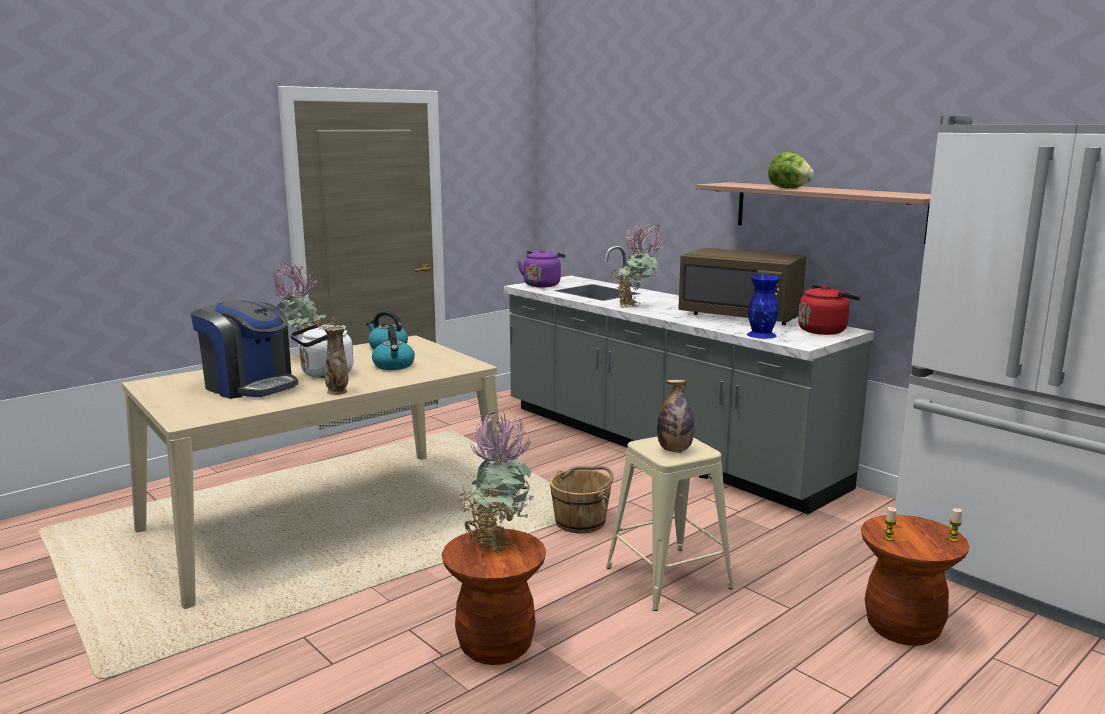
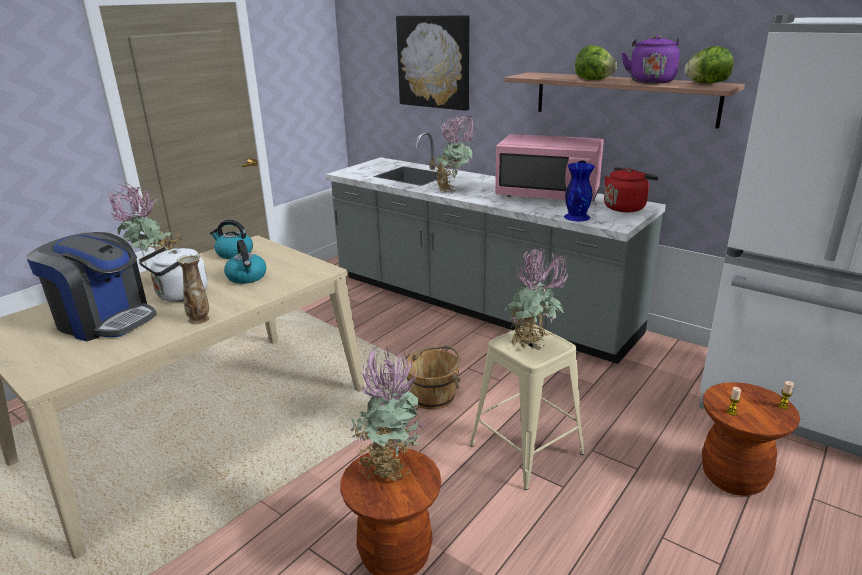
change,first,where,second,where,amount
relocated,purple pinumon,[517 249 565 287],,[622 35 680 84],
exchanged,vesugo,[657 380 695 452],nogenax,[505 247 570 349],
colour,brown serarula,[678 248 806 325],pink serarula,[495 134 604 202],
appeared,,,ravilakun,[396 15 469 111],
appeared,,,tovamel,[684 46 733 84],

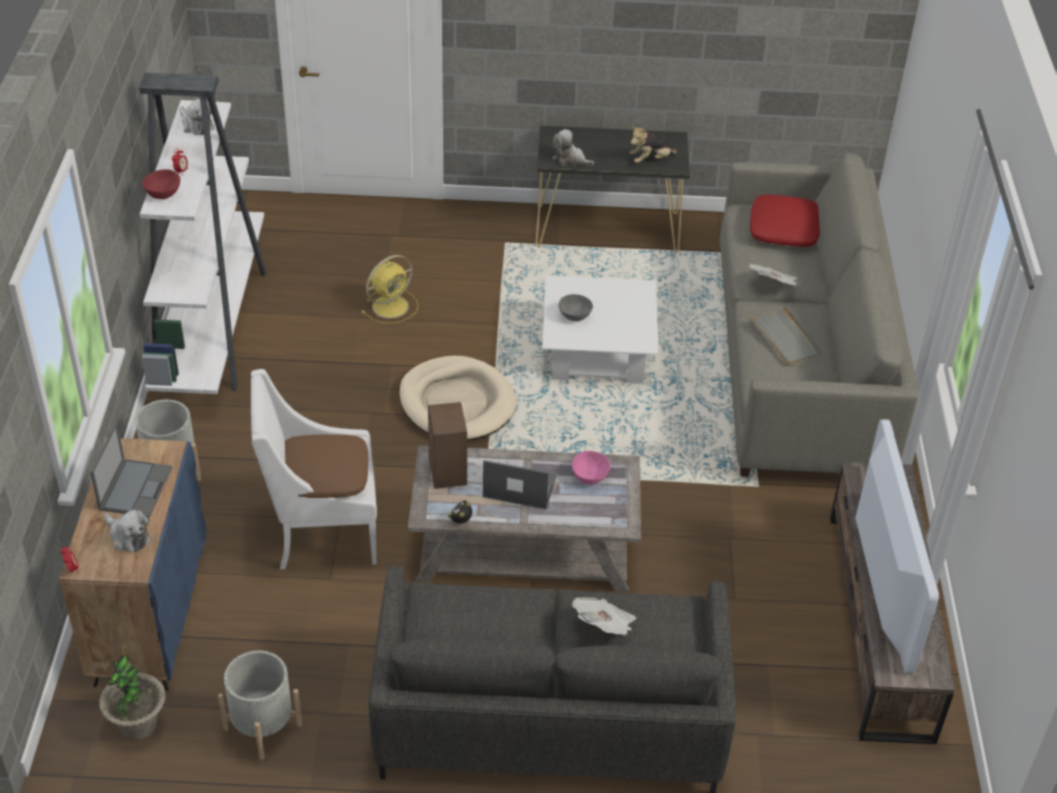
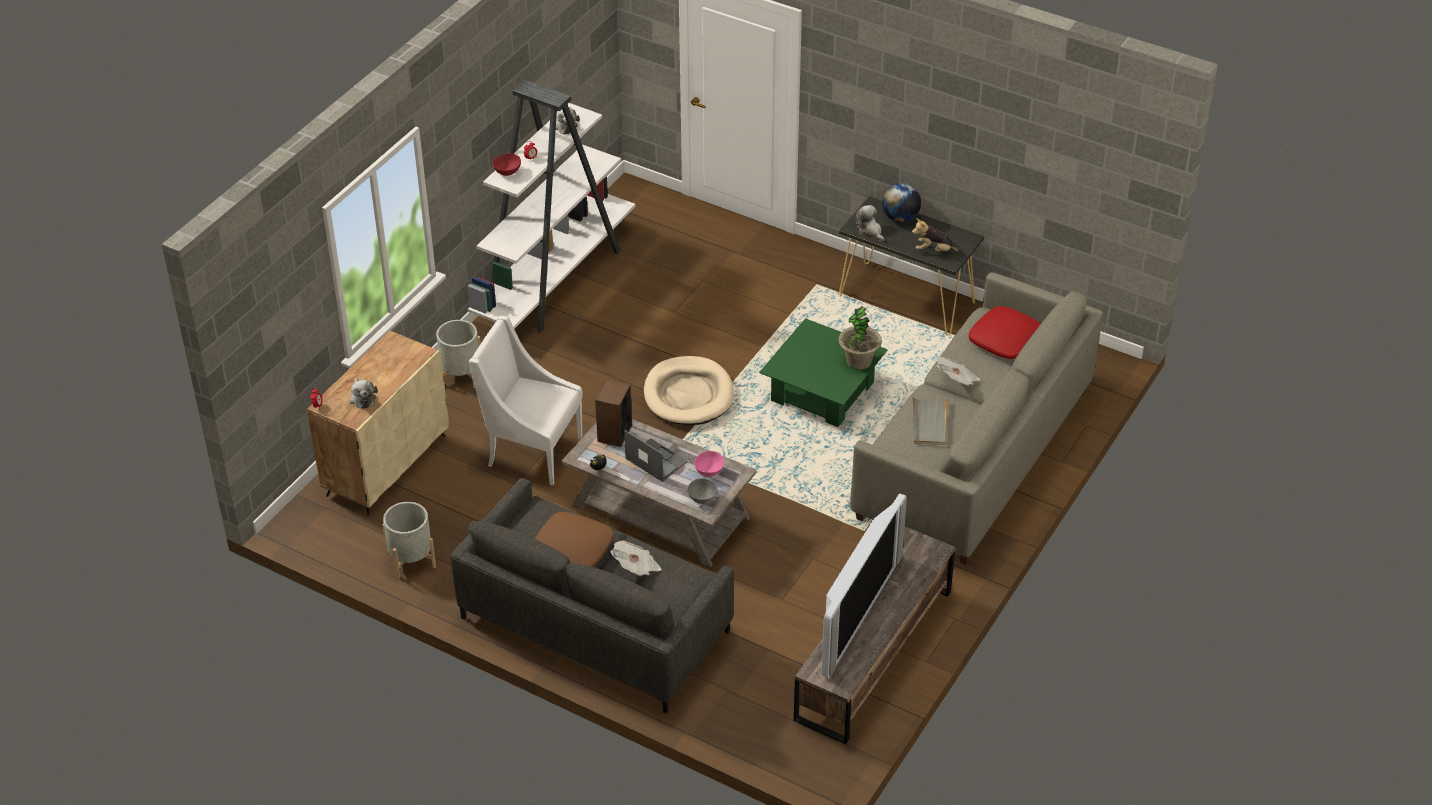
change,first,where,second,where,amount
colour,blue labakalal,[59 437 206 691],beige labakalal,[307 331 449 515],
missing,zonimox,[90 422 172 517],,,
relocated,nogenax,[99 655 166 740],,[838 306 882 370],
relocated,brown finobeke,[285 434 368 498],,[535 512 614 567],
missing,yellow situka,[361 255 419 324],,,
colour,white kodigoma,[542 275 658 384],green kodigoma,[759 318 888 427],
relocated,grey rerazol,[559 294 593 321],,[687 478 718 504],
appeared,,,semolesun,[882 183 921 222],

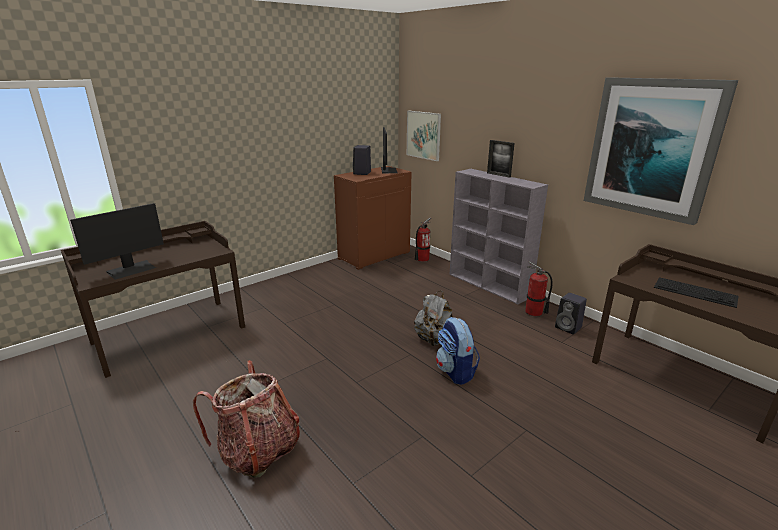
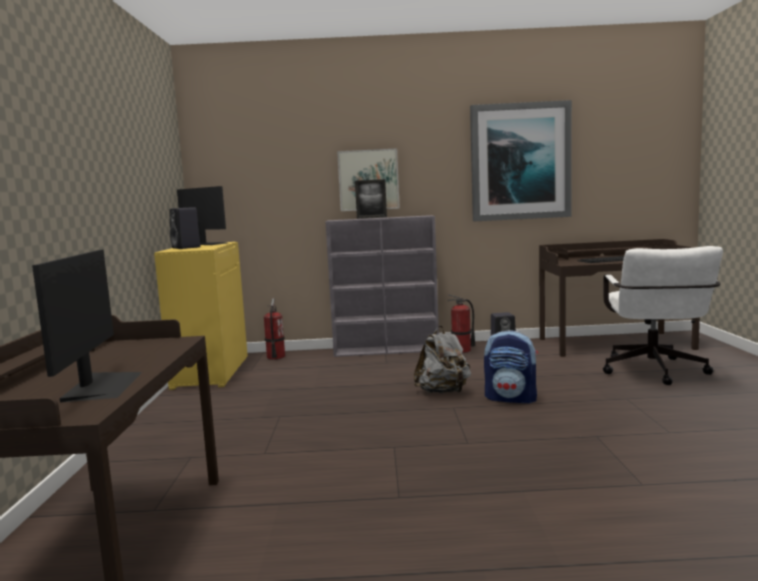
change,first,where,second,where,amount
missing,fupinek,[193 360 300 478],,,
colour,brown labakalal,[334 166 411 270],yellow labakalal,[154 242 248 390],
relocated,ravilakun,[407 111 441 161],,[337 148 400 211],
appeared,,,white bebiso,[603 246 723 385],

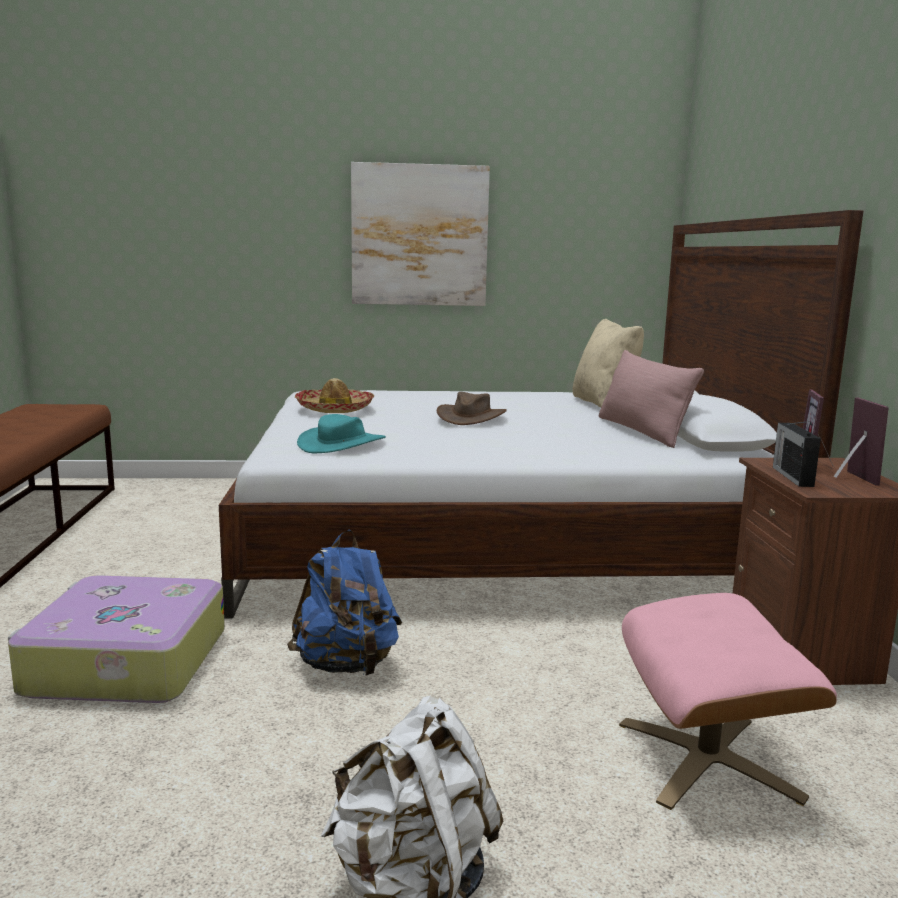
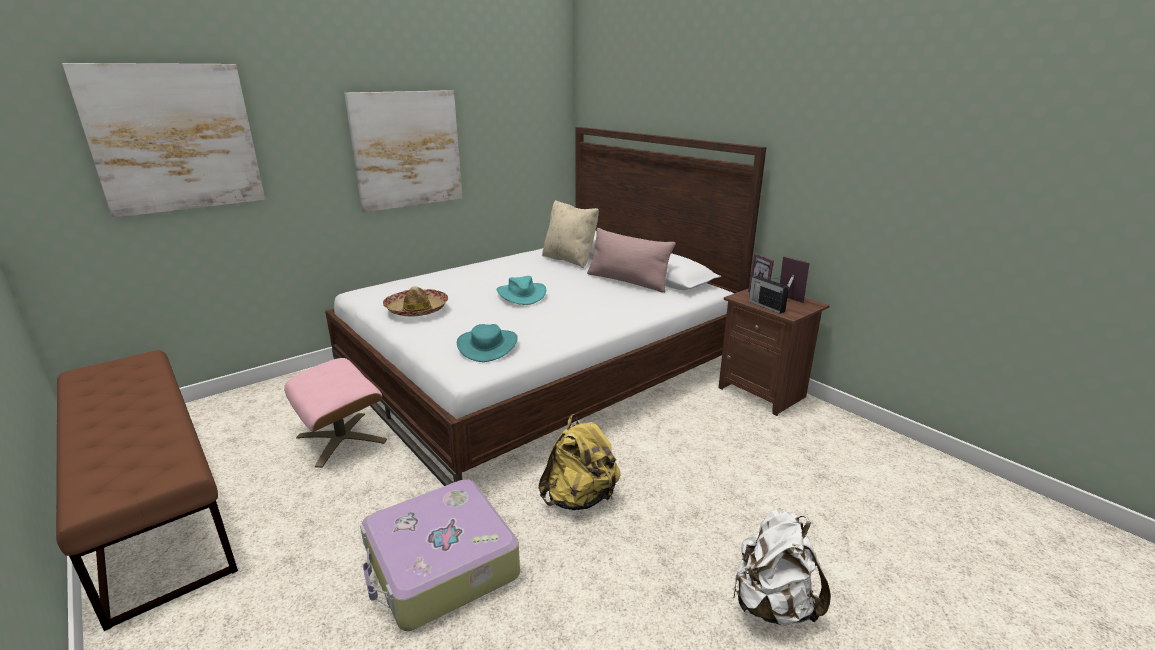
change,first,where,second,where,amount
colour,blue fupinek,[287 530 402 675],yellow fupinek,[538 414 621 510],
colour,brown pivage,[437 392 507 425],turquoise pivage,[497 276 546 305],
relocated,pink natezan,[619 593 837 810],,[284 358 387 468],
appeared,,,ravilakun,[62 63 265 218],

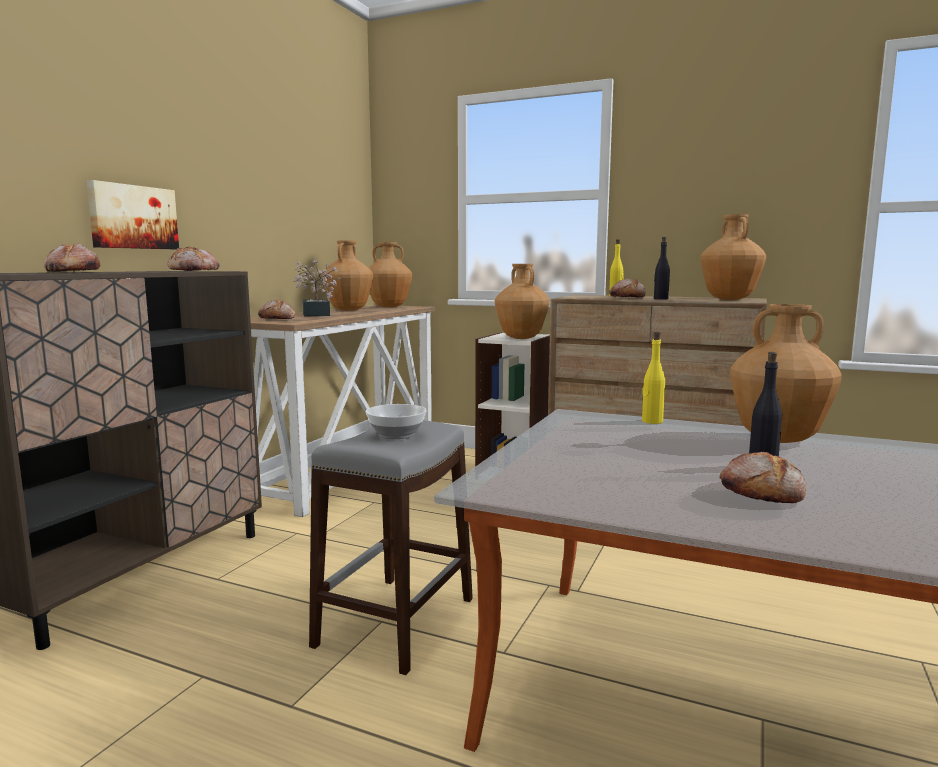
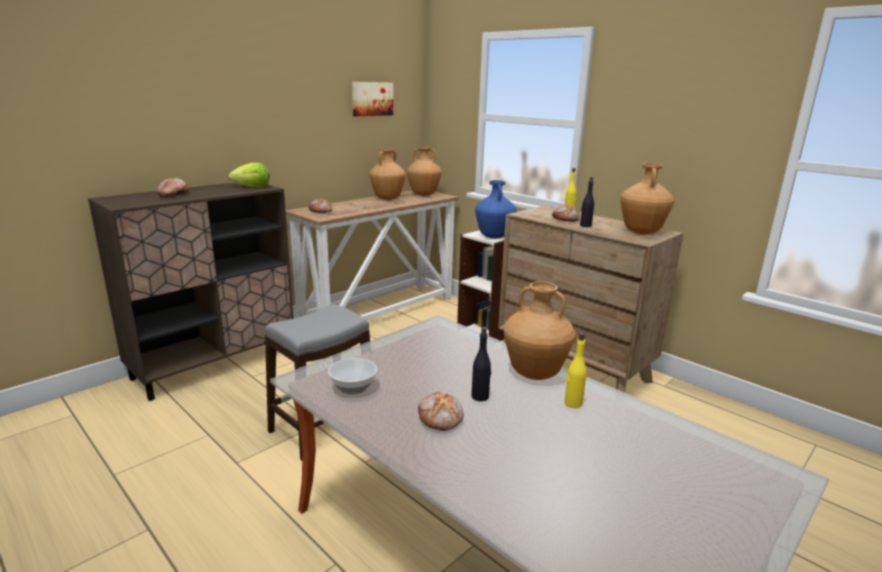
change,first,where,second,where,amount
relocated,ravilakun,[86 180 179 249],,[352 82 393 116],
exchanged,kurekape,[167 246 220 271],tovamel,[229 162 270 187],
missing,nogenax,[294 260 341 317],,,
relocated,rerazol,[366 404 427 439],,[328 358 377 394],
colour,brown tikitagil,[495 264 550 339],blue tikitagil,[475 180 517 239],
relocated,yellow vesugo,[642 332 665 424],,[564 333 587 408],

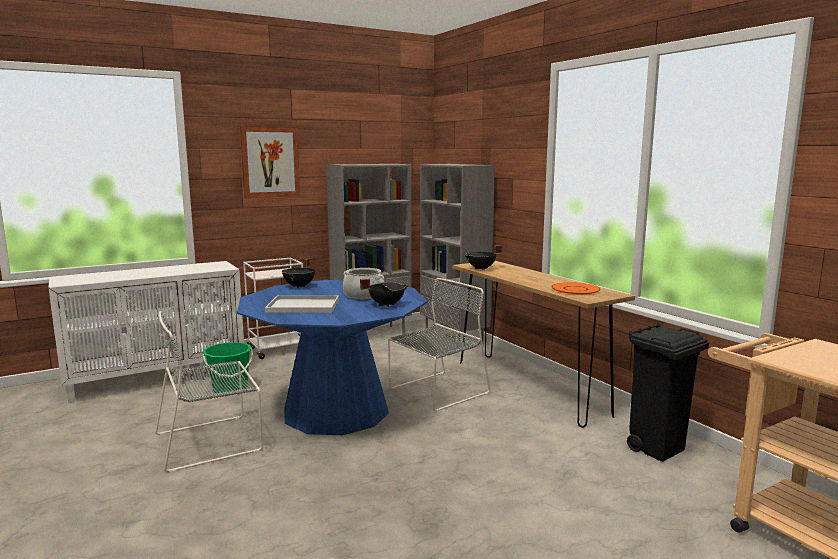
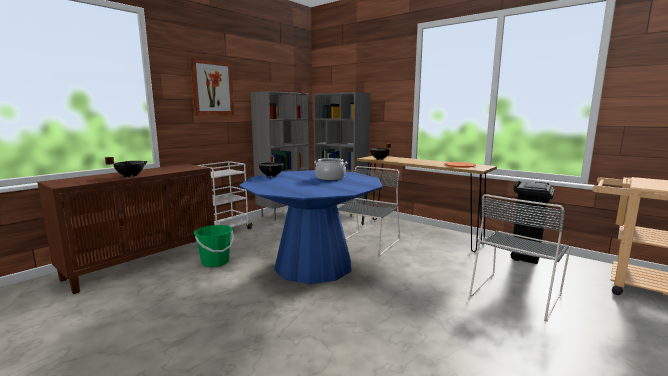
change,first,where,second,where,amount
colour,white labakalal,[48 261 244 403],brown labakalal,[38 164 214 294],
relocated,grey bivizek,[155 311 263 472],,[469 194 570 322],
missing,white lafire,[265 295 339 313],,,
relocated,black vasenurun,[360 279 409 307],,[105 157 148 177],

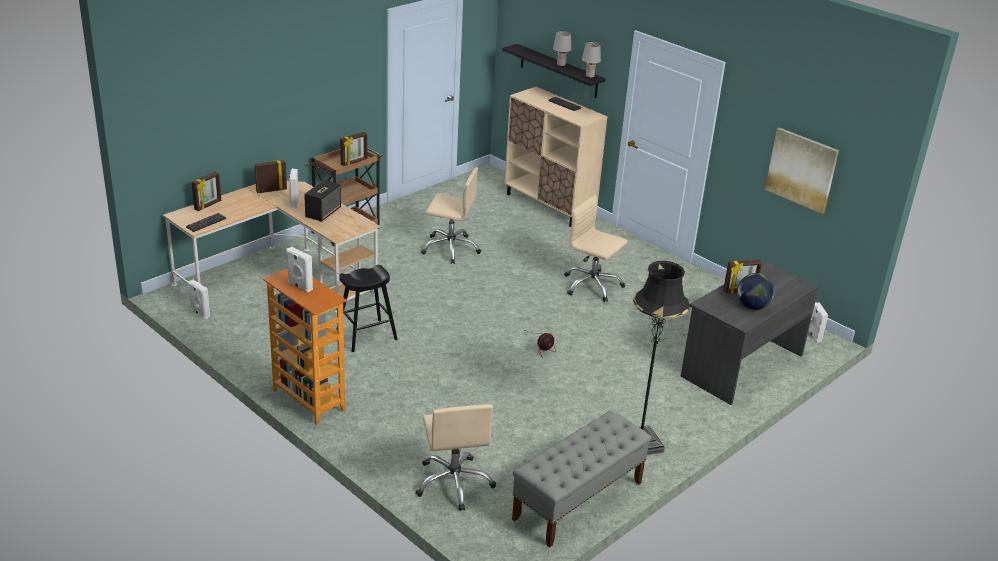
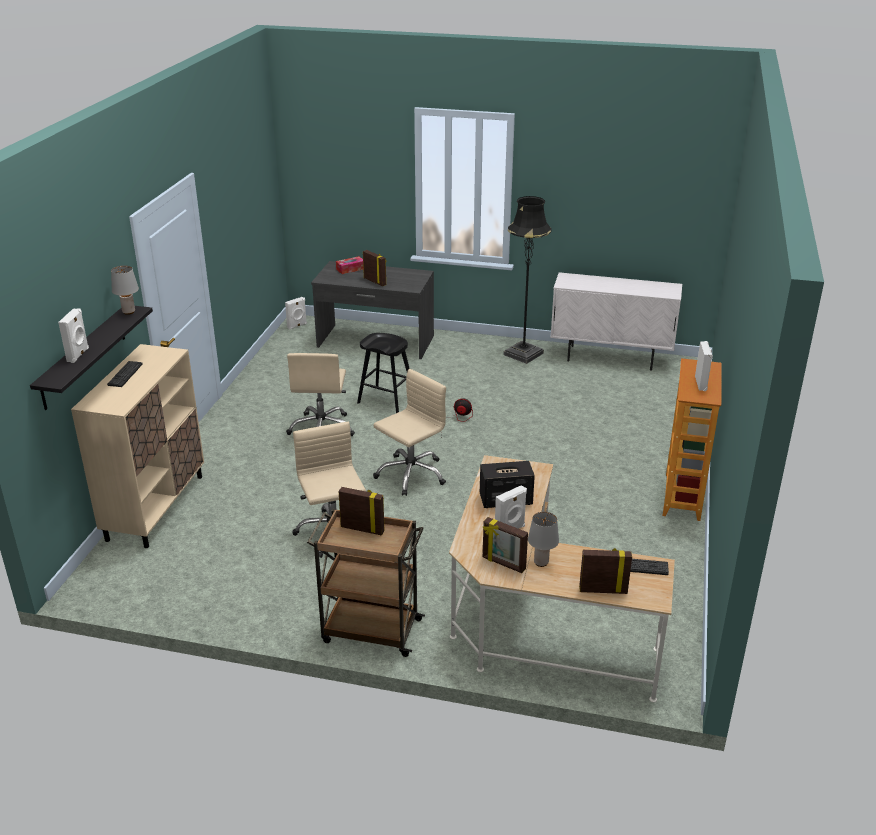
change,first,where,second,where,amount
relocated,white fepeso,[188 280 210 319],,[58 308 89 363],
relocated,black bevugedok,[336 265 398 352],,[357 333 410 413],
relocated,beige bebiso,[416 404 496 511],,[373 369 446 496],
exchanged,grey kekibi,[512 411 652 547],white labakalal,[550 272 682 371],
relocated,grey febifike,[553 31 572 67],,[528 512 559 567],
missing,semolesun,[737 273 775 309],,,
missing,ravilakun,[765 128 839 214],,,
appeared,,,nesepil,[336 256 363 274],

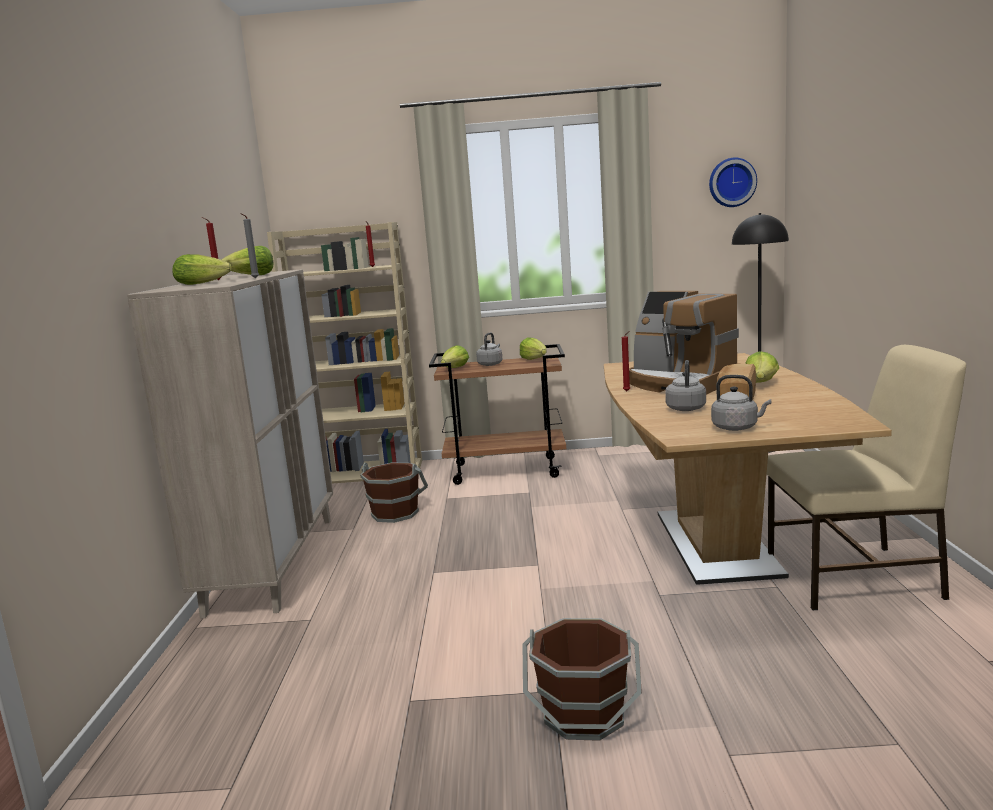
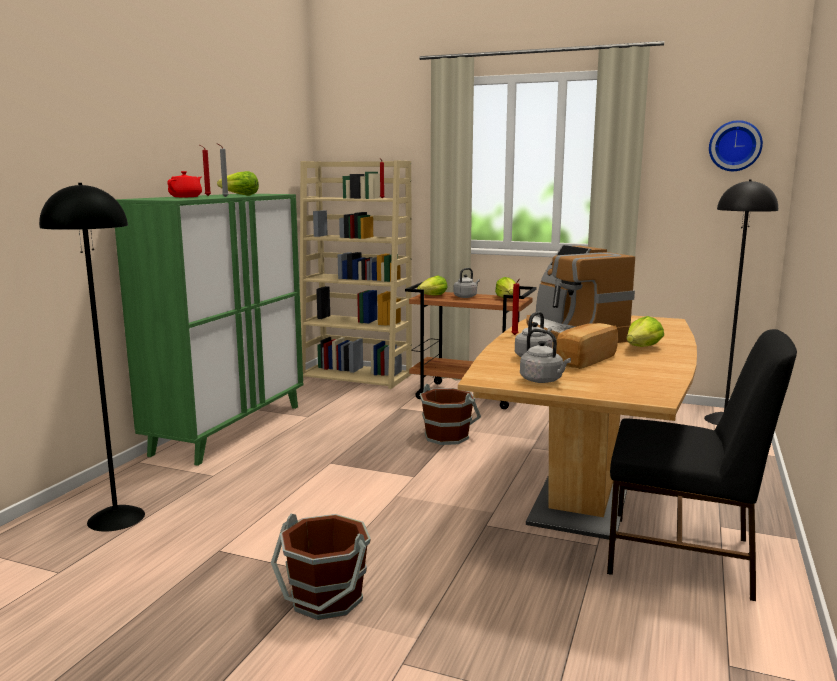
change,first,where,second,where,amount
colour,beige labakalal,[127 269 333 619],green labakalal,[115 194 303 466],
exchanged,tovamel,[172 254 232 285],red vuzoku,[167 171 202 197],
relocated,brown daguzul,[360 462 428 523],,[420 384 481 445],
colour,beige bivizek,[767 345 966 610],black bivizek,[607 329 797 601],
appeared,,,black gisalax,[39 183 145 532],

